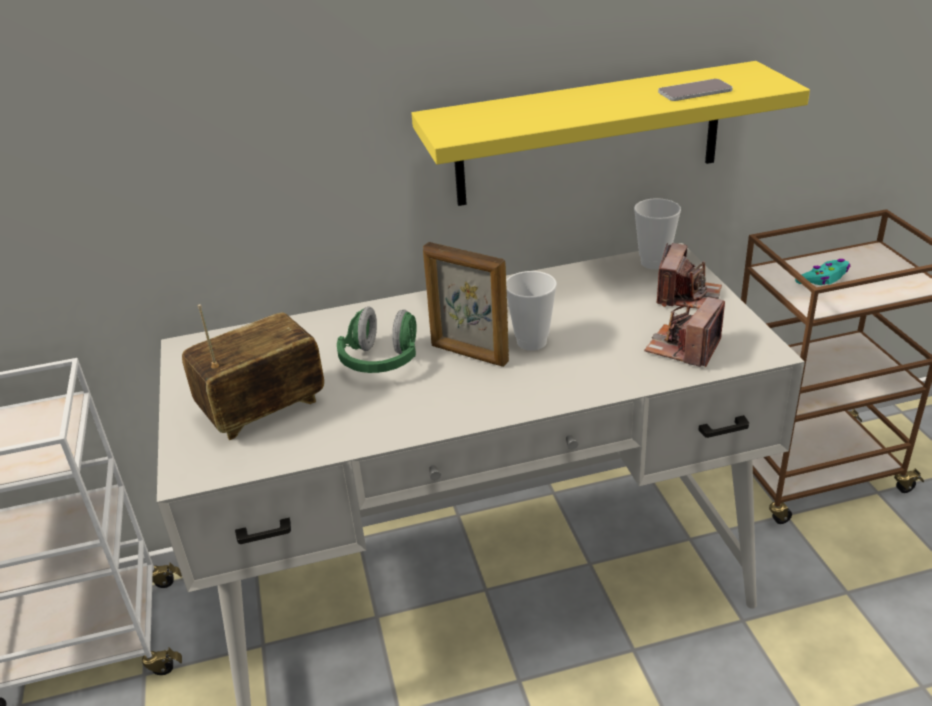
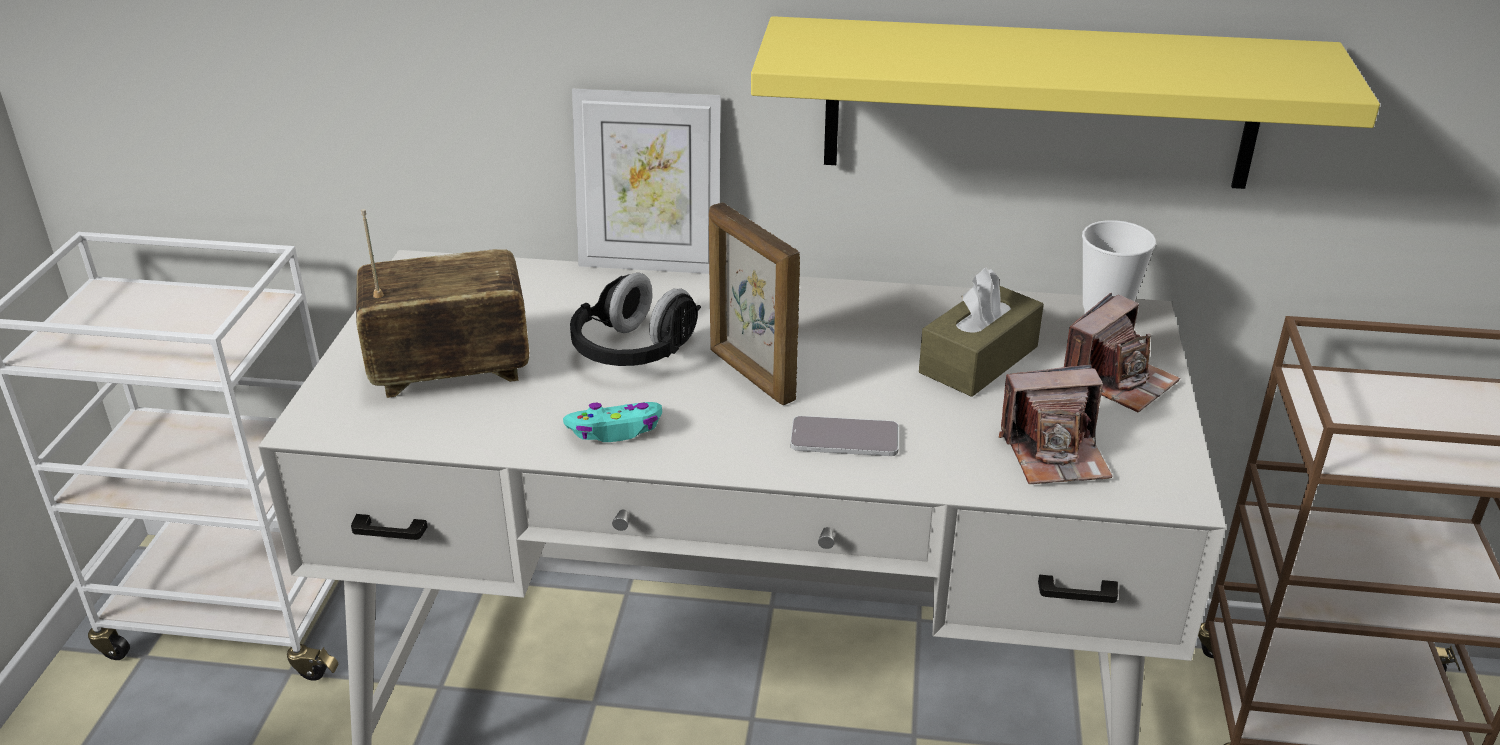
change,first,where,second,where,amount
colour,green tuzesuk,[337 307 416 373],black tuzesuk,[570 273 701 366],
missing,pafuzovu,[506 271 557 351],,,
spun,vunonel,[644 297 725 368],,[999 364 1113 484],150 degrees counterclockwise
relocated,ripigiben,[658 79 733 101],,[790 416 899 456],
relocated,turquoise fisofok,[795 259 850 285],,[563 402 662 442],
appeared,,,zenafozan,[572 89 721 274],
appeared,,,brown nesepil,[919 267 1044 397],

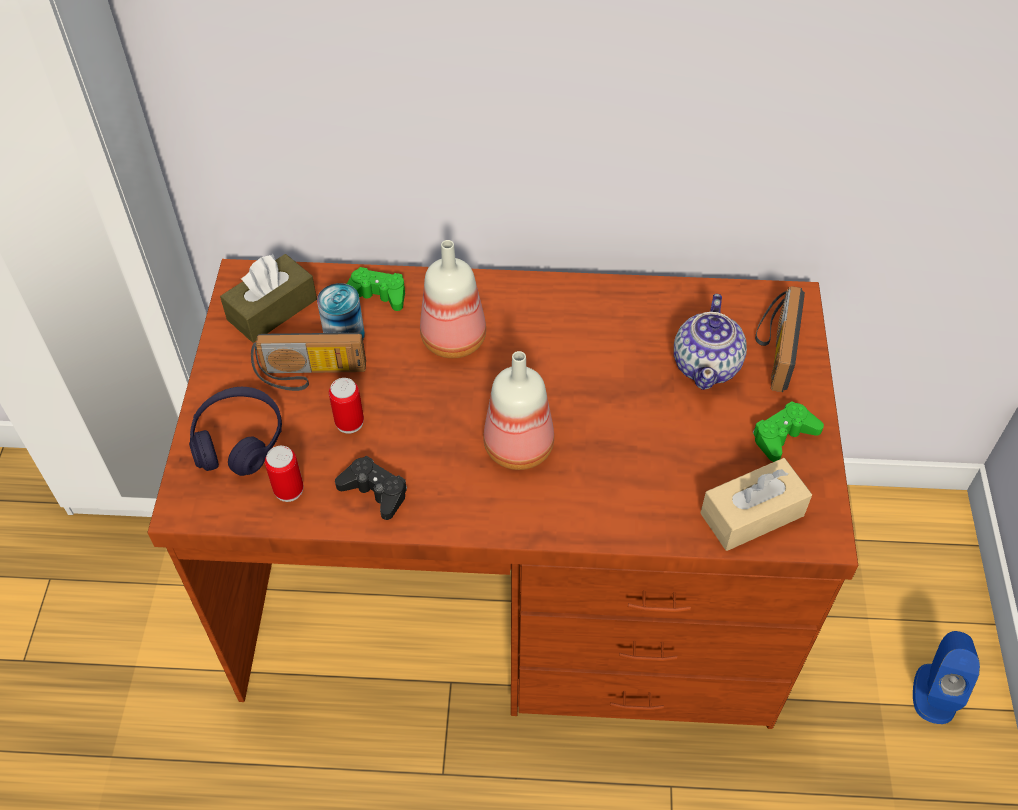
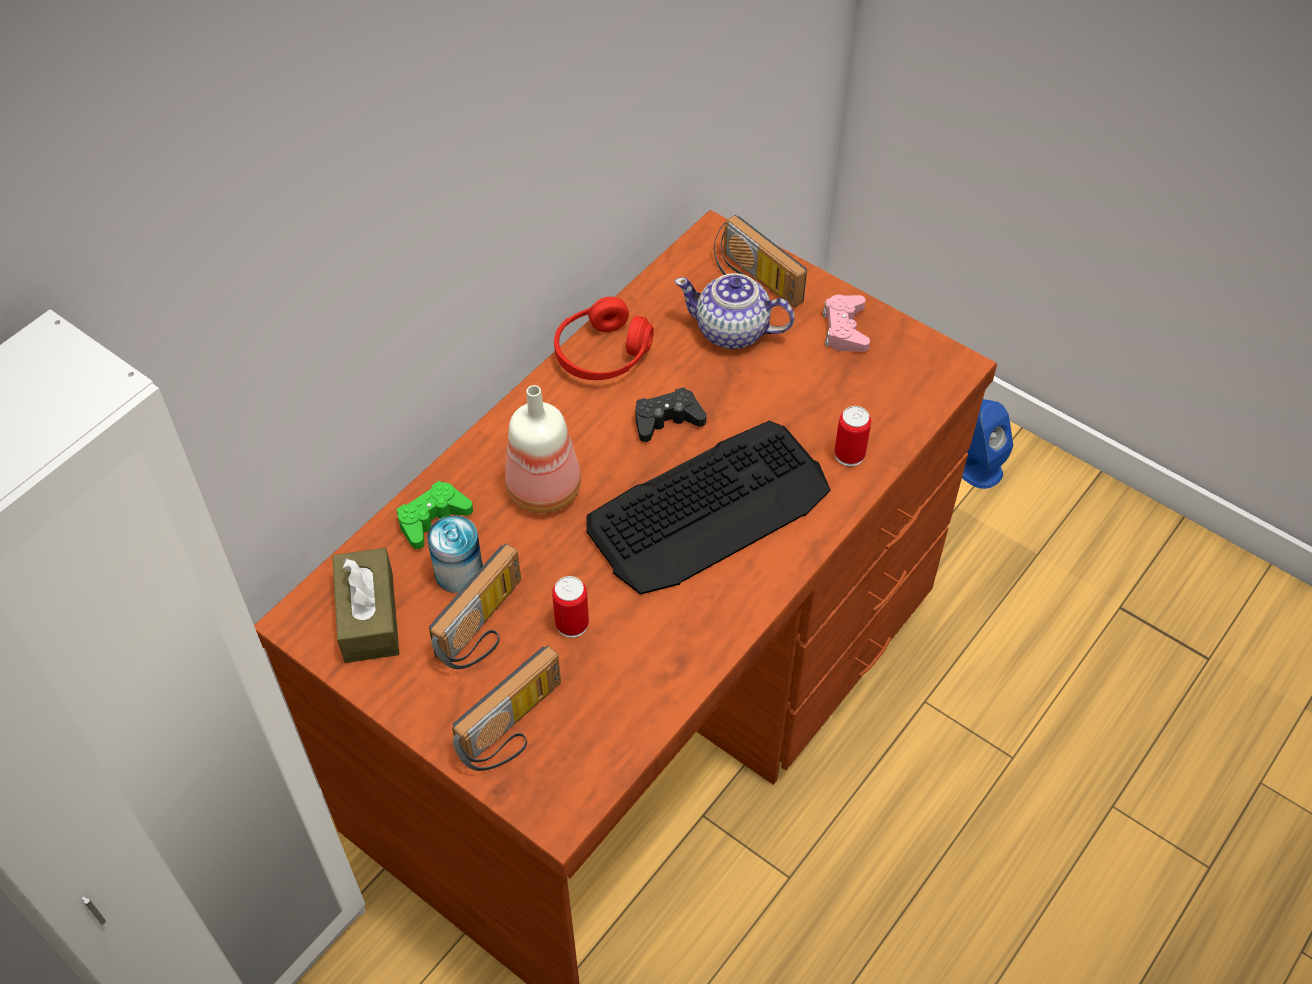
change,first,where,second,where,amount
exchanged,purple tuzesuk,[189 387 282 476],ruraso,[452 646 561 771],
relocated,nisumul,[265 446 303 502],,[834 406 871 466],
relocated,black fisofok,[335 456 407 520],,[635 387 707 442],
exchanged,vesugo,[483 351 554 470],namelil,[586 421 831 595],
spun,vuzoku,[674 294 747 390],,[675 273 795 349],150 degrees clockwise
missing,beige nesepil,[700 458 812 551],,,
colour,green fisofok,[753 401 824 462],pink fisofok,[823 295 870 352],
appeared,,,red tuzesuk,[554 297 654 380],

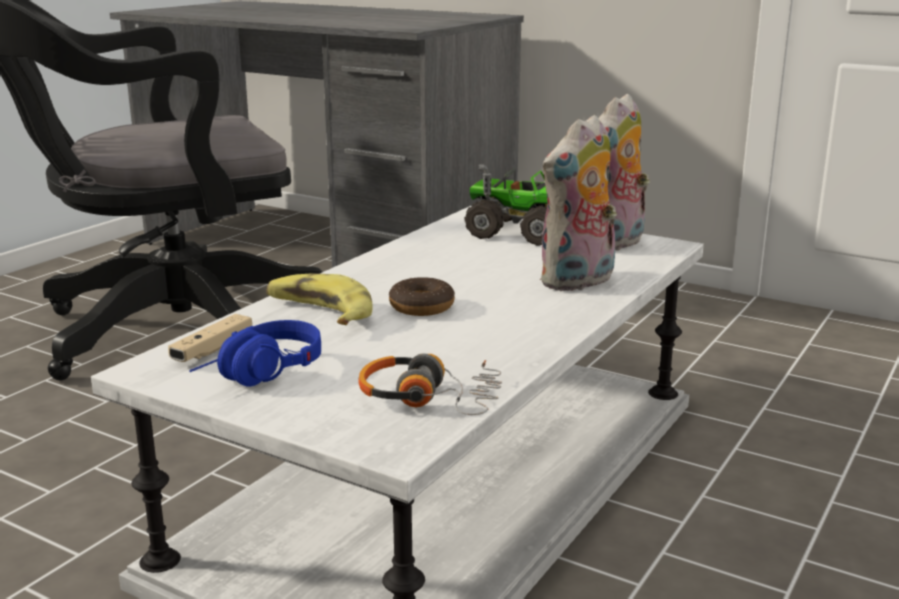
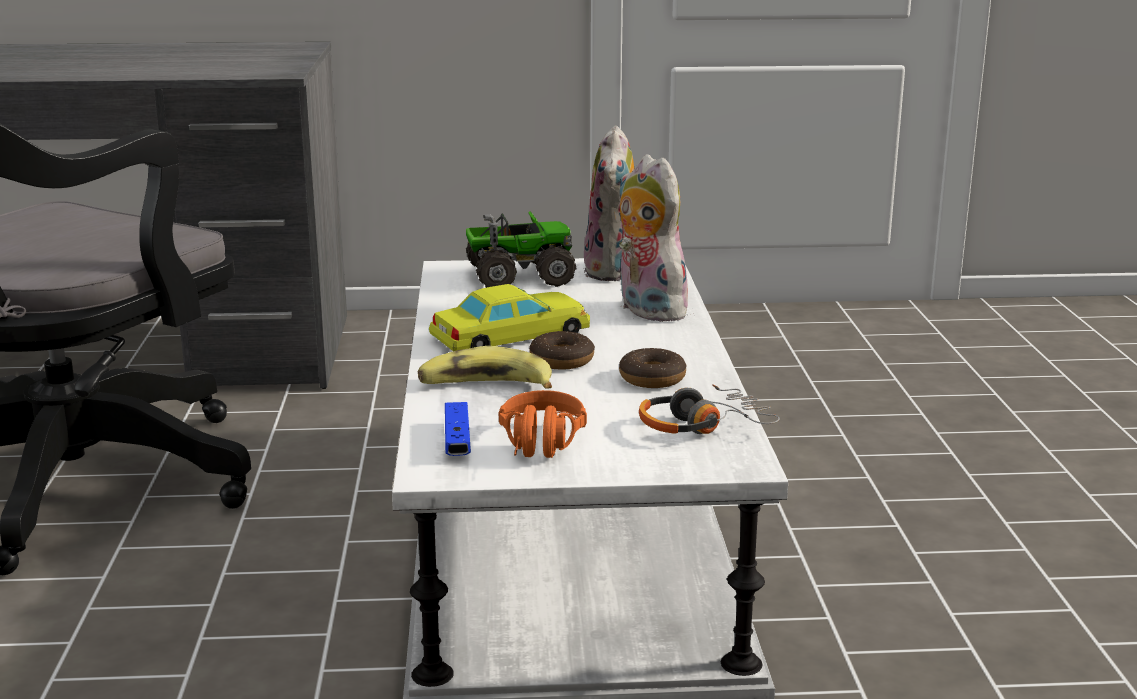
change,first,where,second,where,amount
colour,beige fisofok,[168 314 252 362],blue fisofok,[445 402 471 456],
colour,blue tuzesuk,[189 320 321 387],orange tuzesuk,[499 390 587 458],
spun,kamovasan,[540 115 617 291],,[619 154 693 322],135 degrees clockwise
appeared,,,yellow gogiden,[429 284 590 351],
appeared,,,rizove,[619 348 686 388],

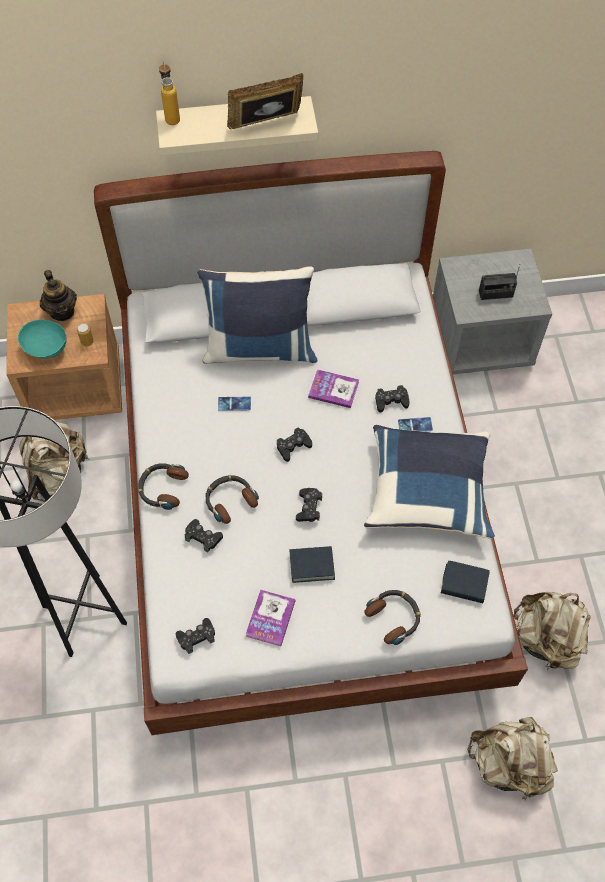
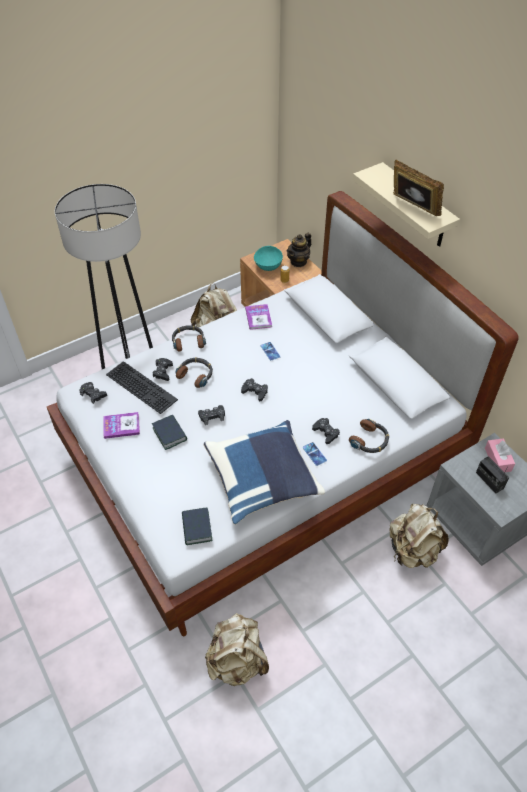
change,first,where,second,where,amount
missing,vesugo,[159 61 180 125],,,
missing,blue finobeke,[197 266 318 364],,,
relocated,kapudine,[308 369 359 408],,[245 304 272 330],
relocated,tuzesuk,[364 590 421 645],,[349 419 389 453],
relocated,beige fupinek,[467 717 558 800],,[389 503 449 568],
appeared,,,namelil,[106 361 178 414],
appeared,,,pink nesepil,[485 438 515 472],

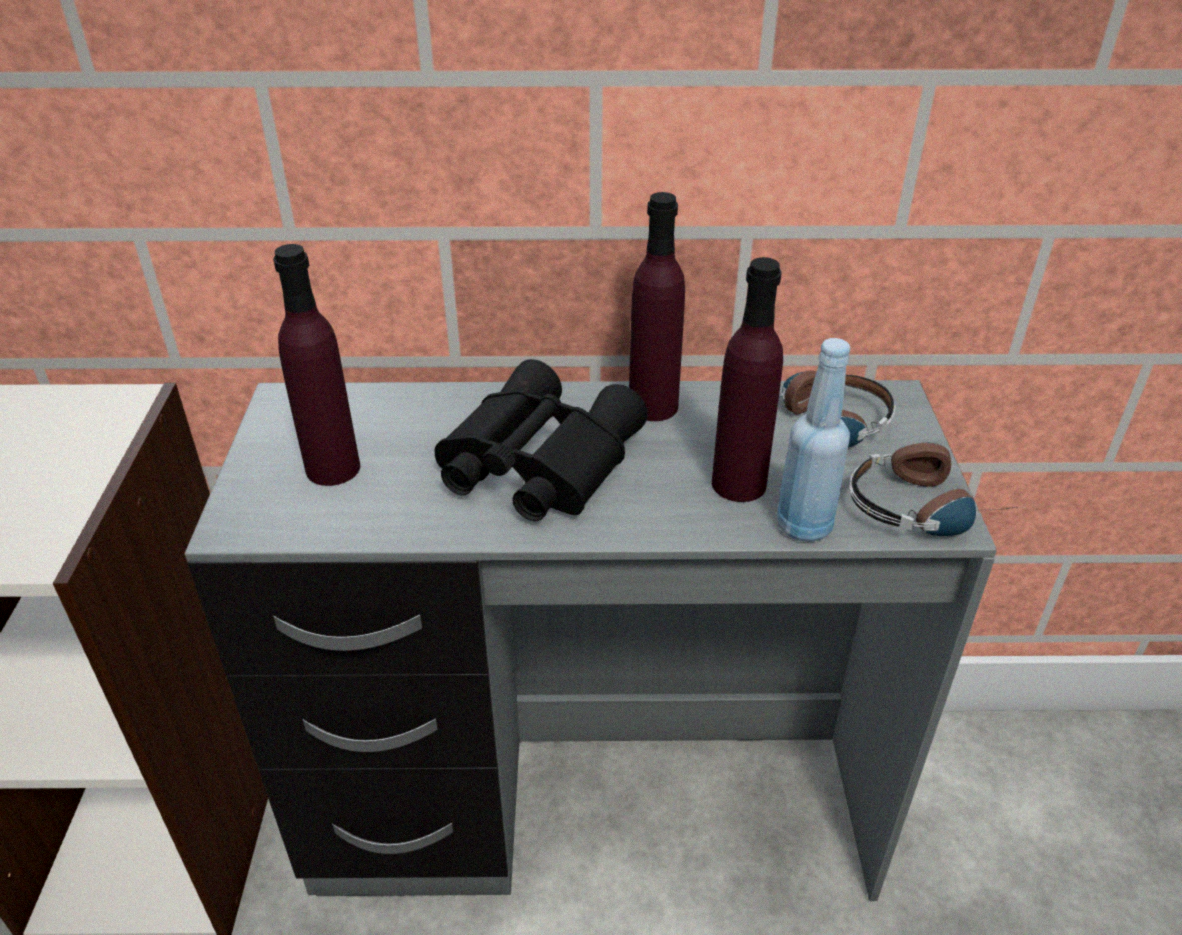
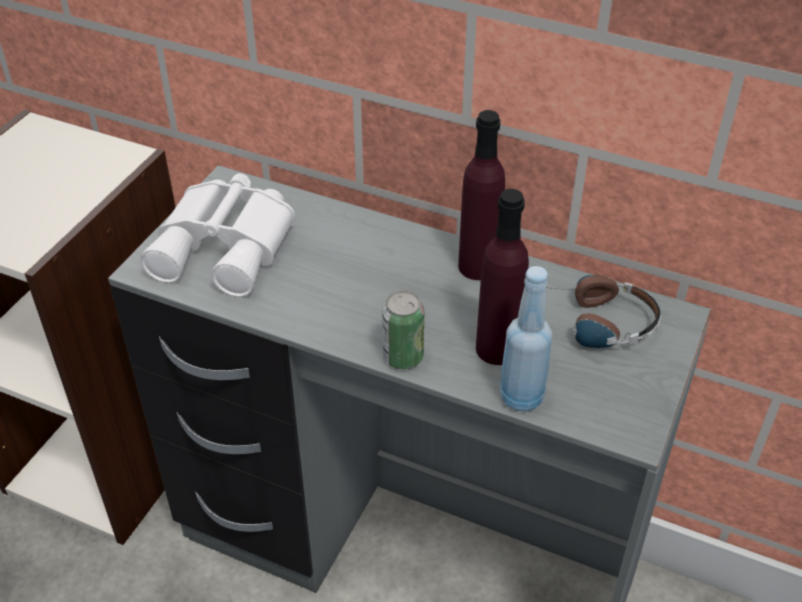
change,first,where,second,where,amount
exchanged,purple vesugo,[273 244 360 486],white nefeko,[140 173 295 297],
missing,black nefeko,[435 359 648 521],,,
missing,tuzesuk,[849 443 1020 536],,,
appeared,,,nisumul,[382 291 425 369],

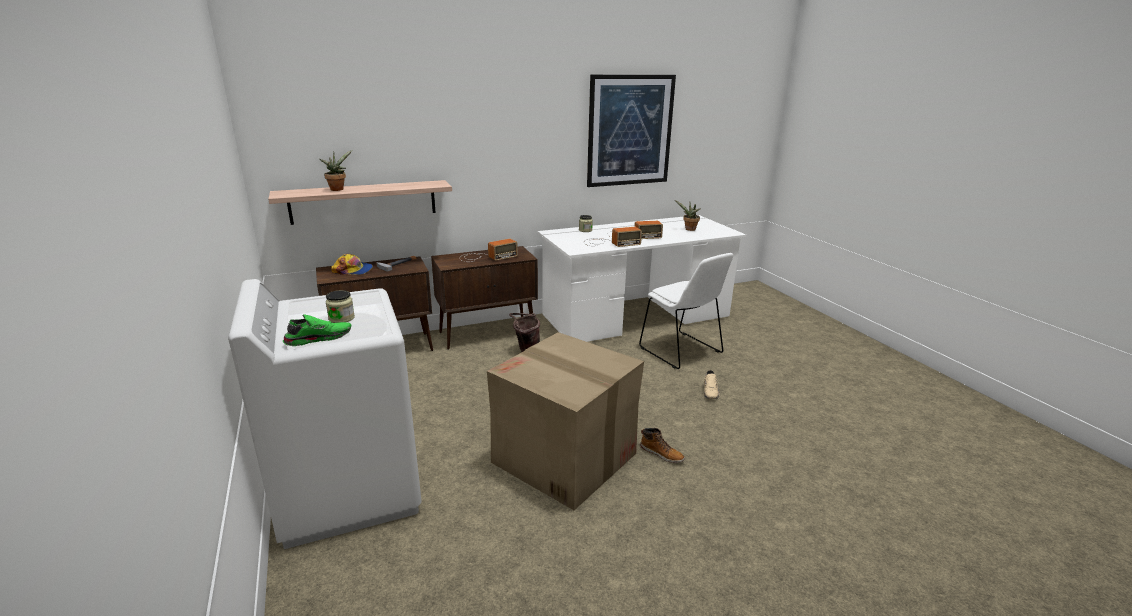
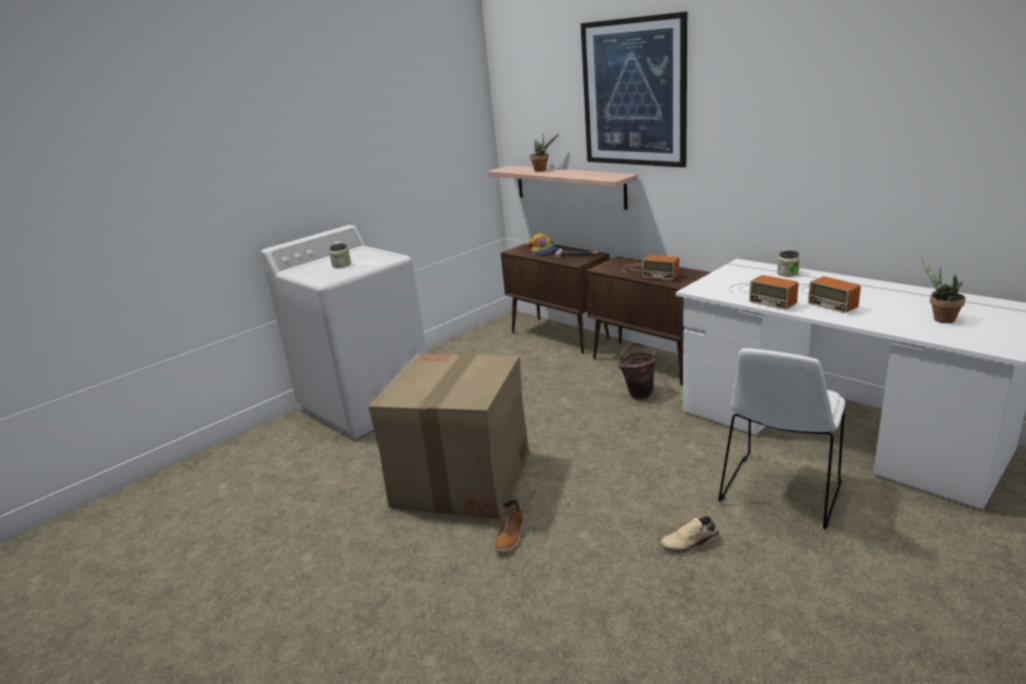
change,first,where,second,where,amount
missing,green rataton,[283 314 351 346],,,
relocated,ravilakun,[587 74 676 187],,[581 12 687 168],

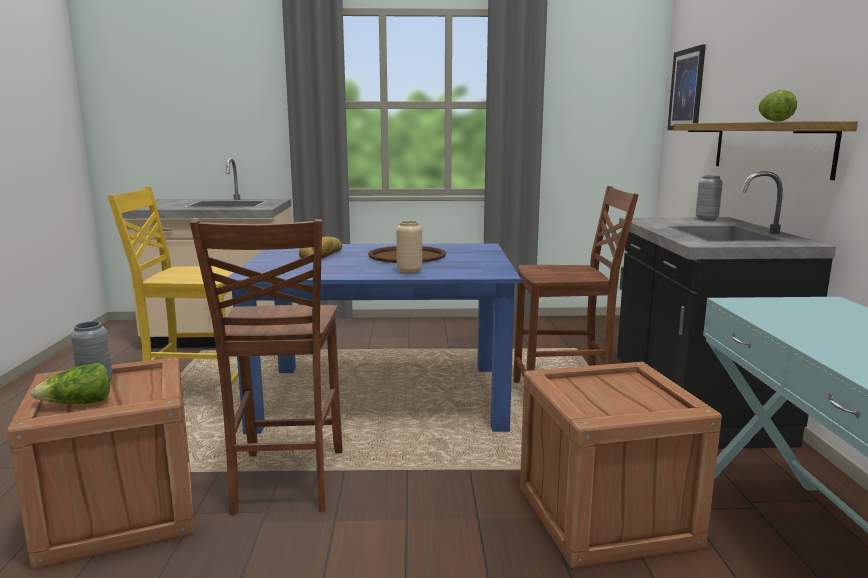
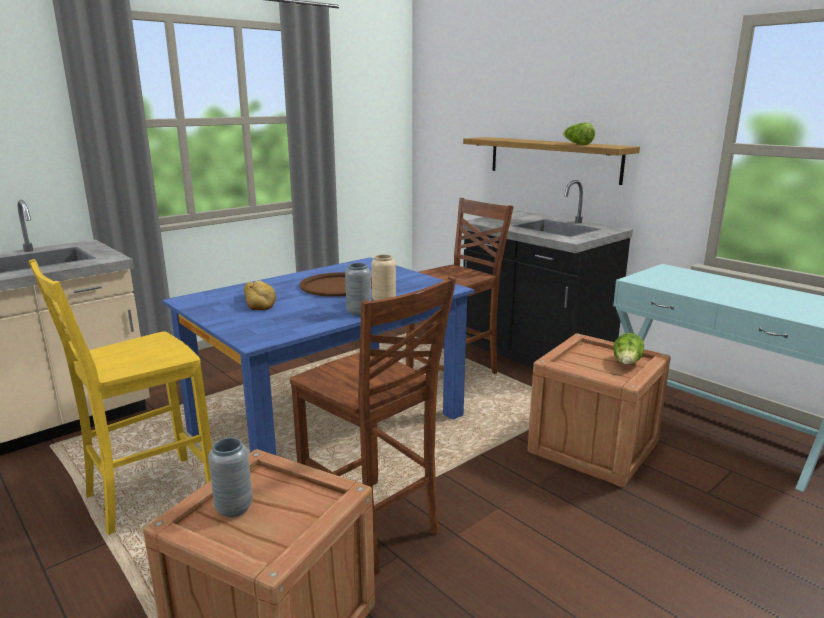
change,first,where,second,where,amount
relocated,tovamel,[30 363 110 404],,[613 333 644 365],
missing,ravilakun,[667 44 706 130],,,
relocated,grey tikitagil,[696 176 723 221],,[345 263 371 316],

